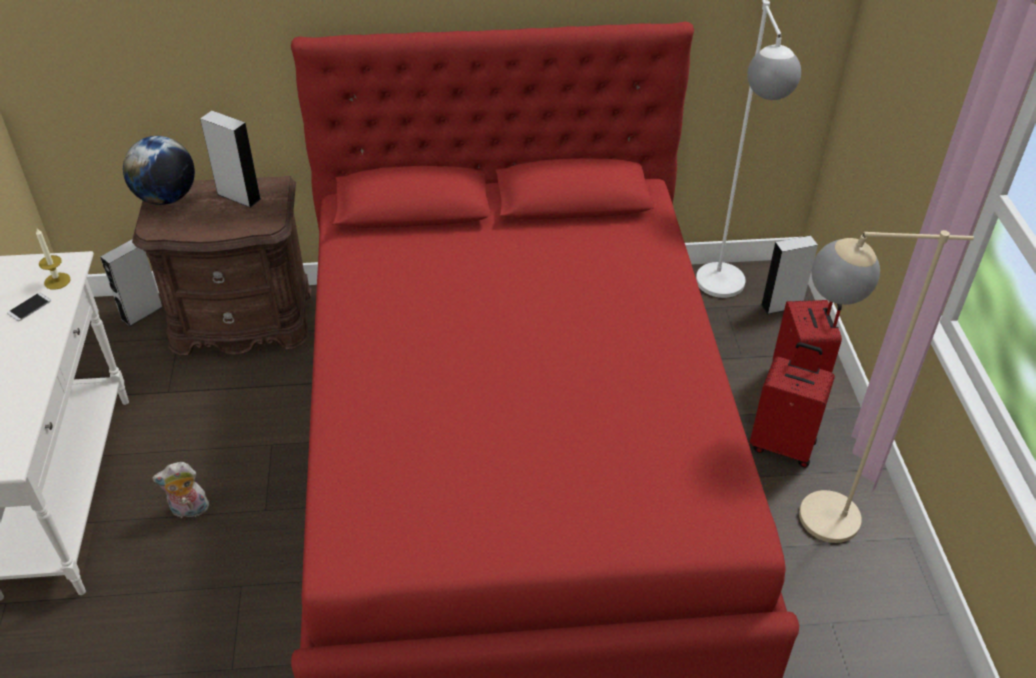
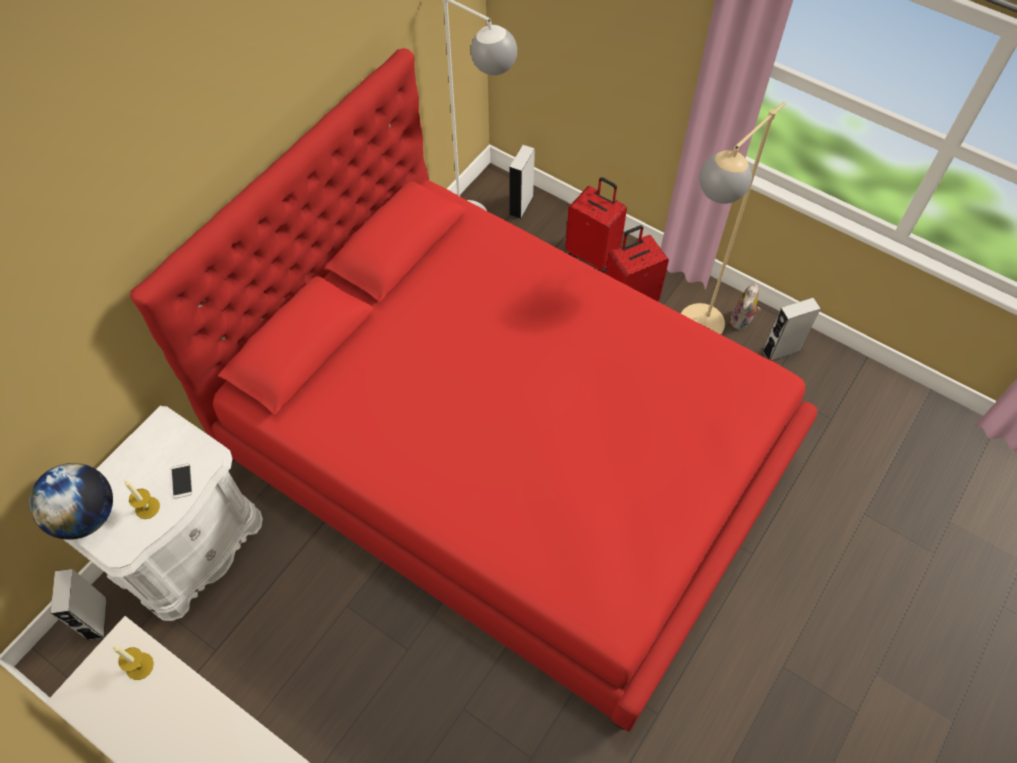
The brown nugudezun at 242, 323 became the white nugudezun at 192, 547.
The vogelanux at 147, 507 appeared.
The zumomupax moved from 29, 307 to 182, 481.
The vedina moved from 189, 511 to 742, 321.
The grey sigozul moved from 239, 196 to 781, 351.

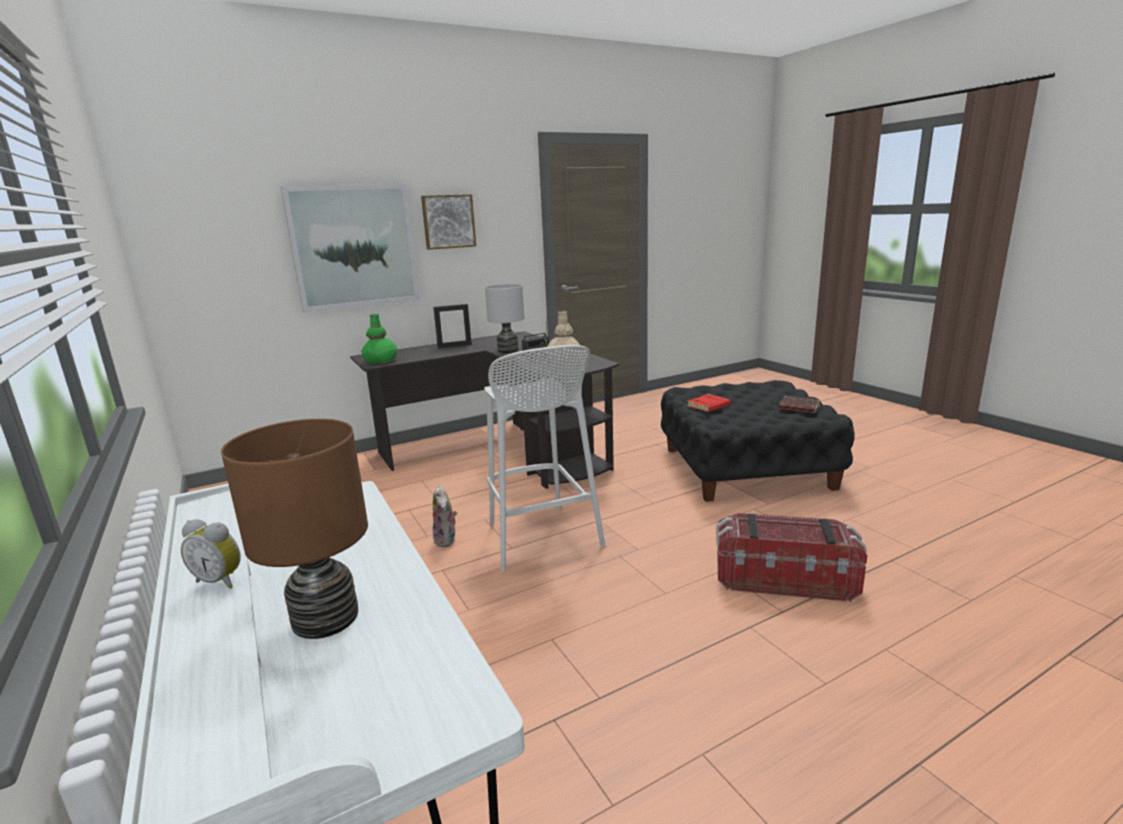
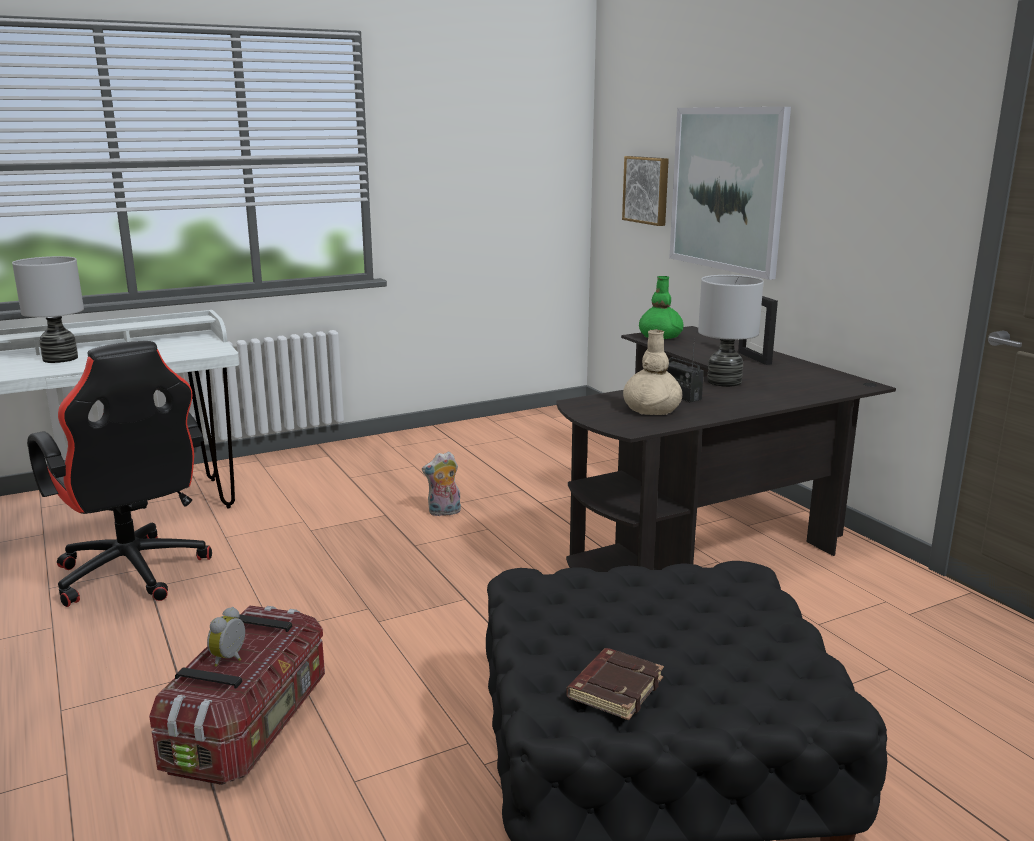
The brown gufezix at 325, 618 became the grey gufezix at 60, 359.
The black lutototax at 135, 578 appeared.
The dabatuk moved from 221, 580 to 231, 659.
The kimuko moved from 448, 221 to 647, 190.
The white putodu at 540, 538 disappeared.
The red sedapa at 708, 406 disappeared.

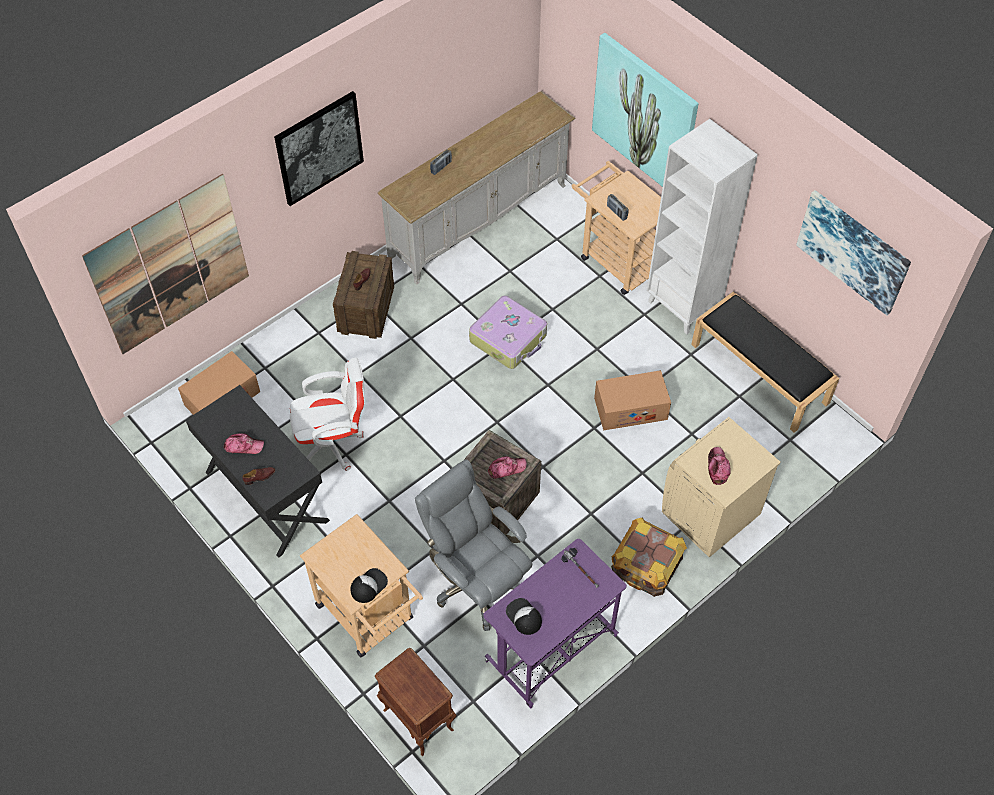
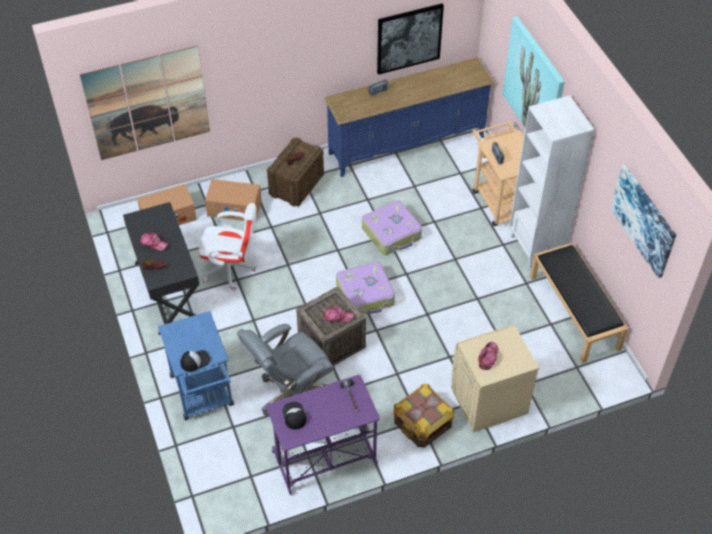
The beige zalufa at 370, 617 became the blue zalufa at 203, 395.
The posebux moved from 630, 408 to 234, 208.
The grey lutototax at 476, 582 turned 105 degrees counterclockwise.
The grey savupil at 479, 221 became the blue savupil at 407, 145.
The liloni at 365, 295 appeared.
The kimuko moved from 319, 148 to 409, 38.
The brown nugudezun at 418, 720 disappeared.

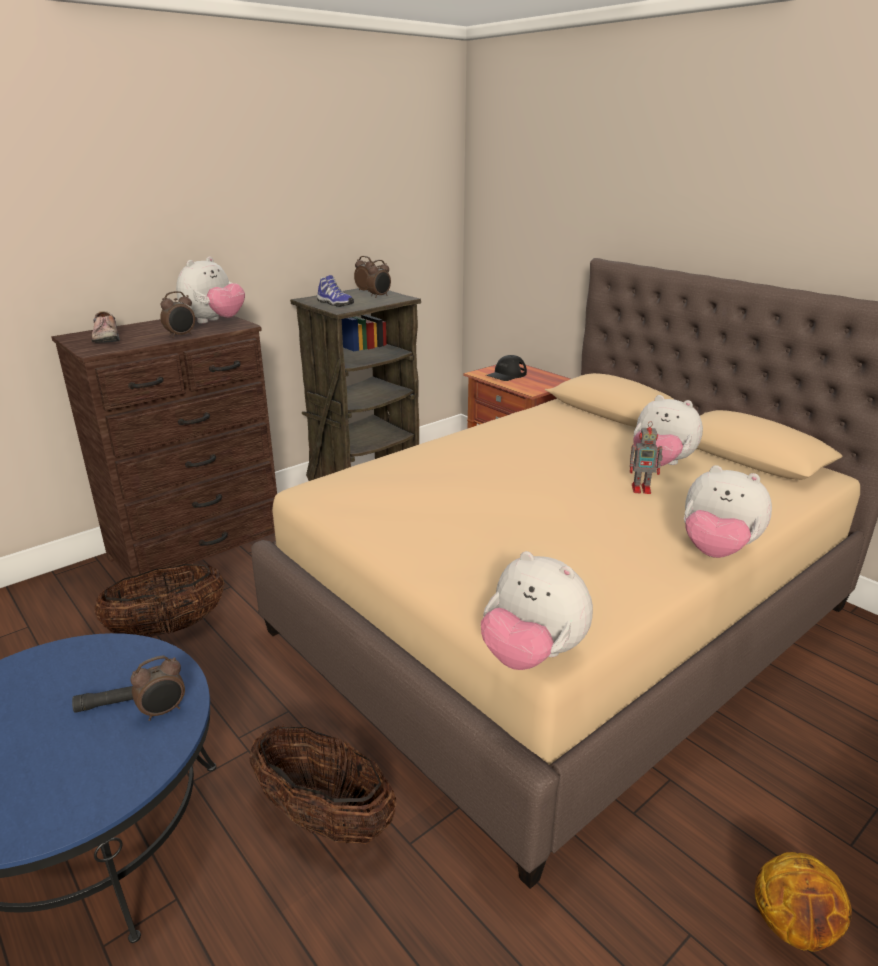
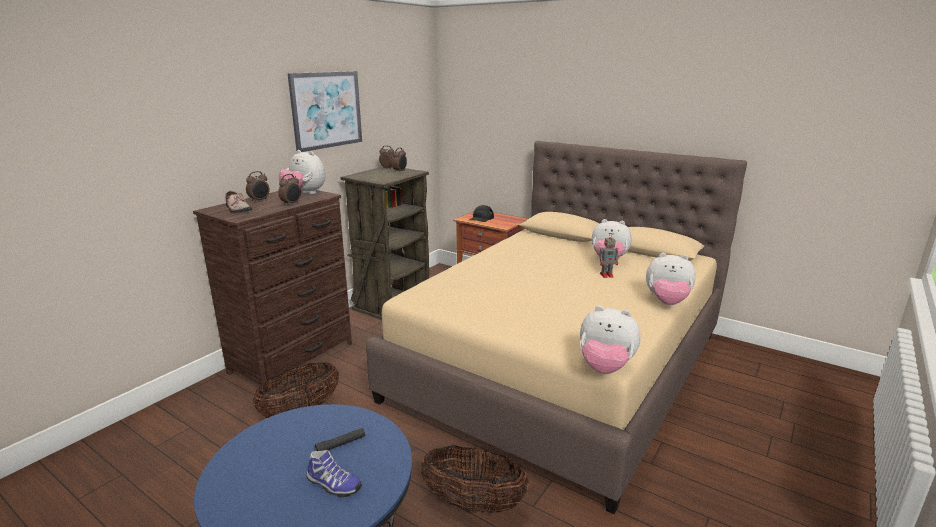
The dabatuk moved from 164, 711 to 259, 201.
The vedina at 214, 322 turned 105 degrees clockwise.
The kimuko at 326, 110 appeared.
The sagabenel moved from 334, 304 to 333, 485.
The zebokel at 794, 927 disappeared.

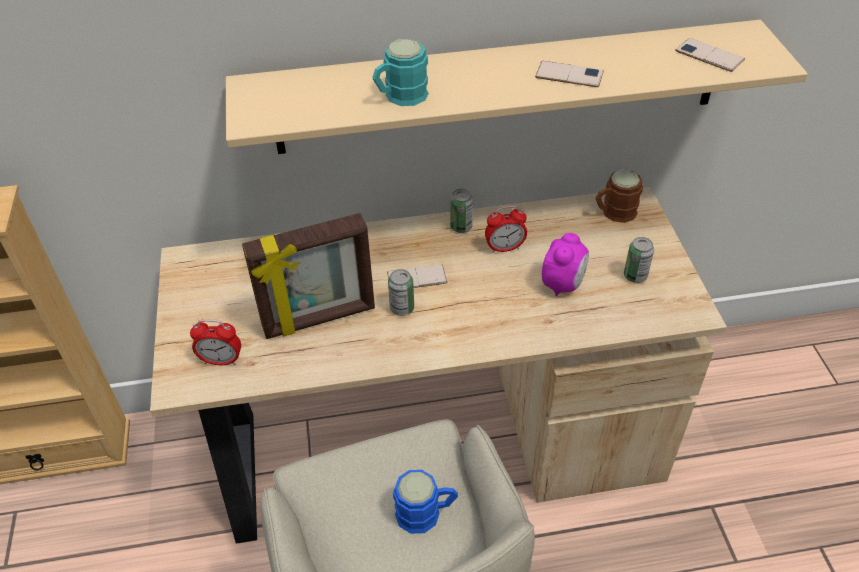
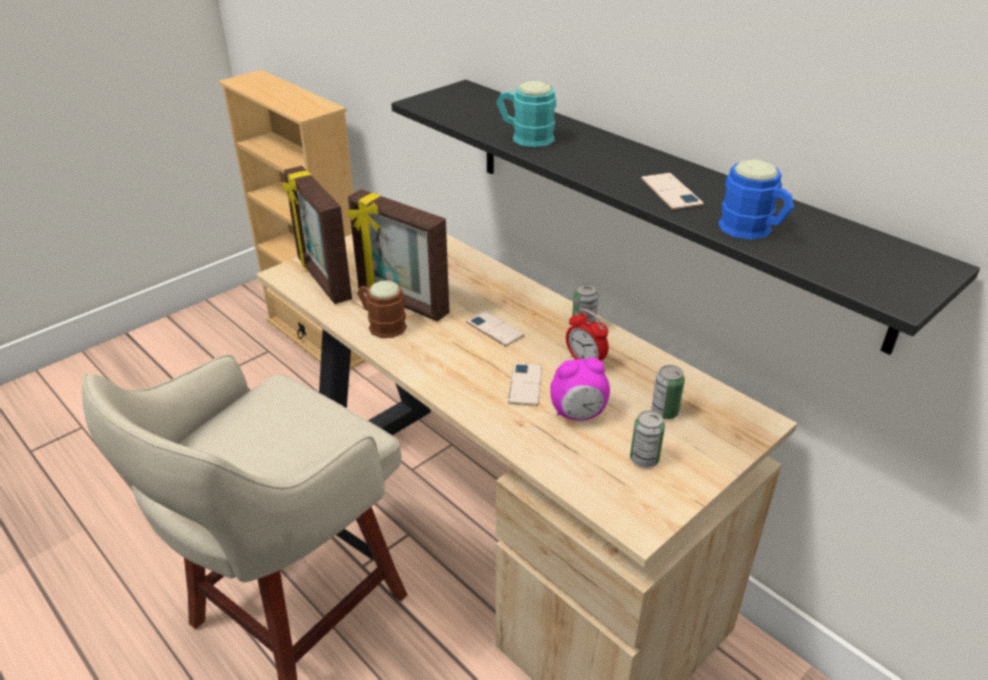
The dabatuk at 221, 360 was replaced by the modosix at 322, 280.
The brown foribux moved from 613, 213 to 381, 324.
The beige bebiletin at 500, 88 became the black bebiletin at 661, 201.
The zumomupax moved from 709, 55 to 525, 384.
The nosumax moved from 402, 308 to 664, 412.
The blue foribux moved from 426, 513 to 753, 230.

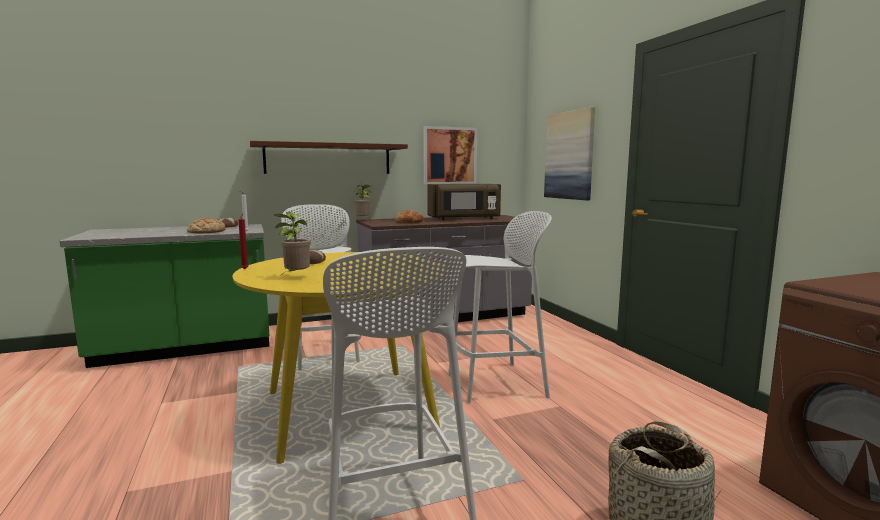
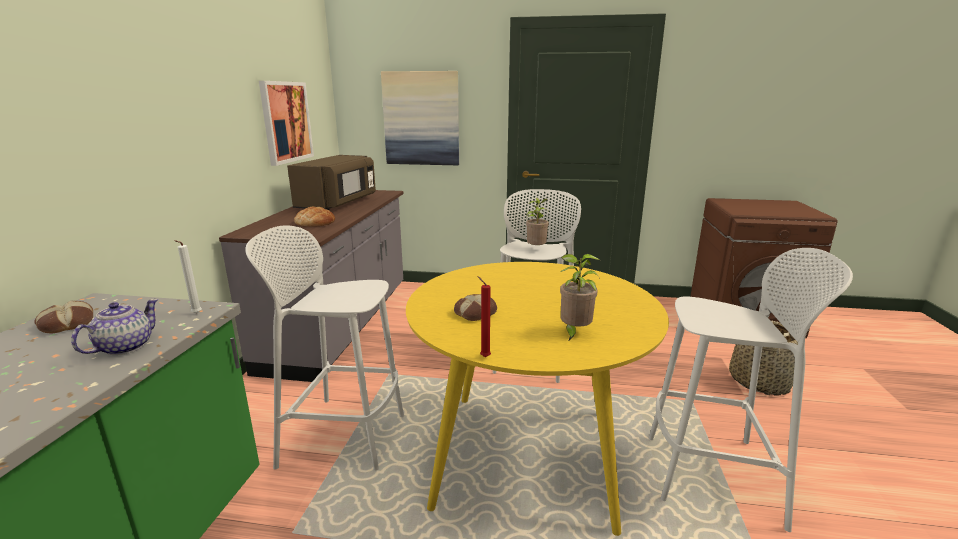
The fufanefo at 206, 232 was replaced by the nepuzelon at 124, 347.
The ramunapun moved from 363, 220 to 536, 249.
The brown bebiletin at 328, 159 disappeared.

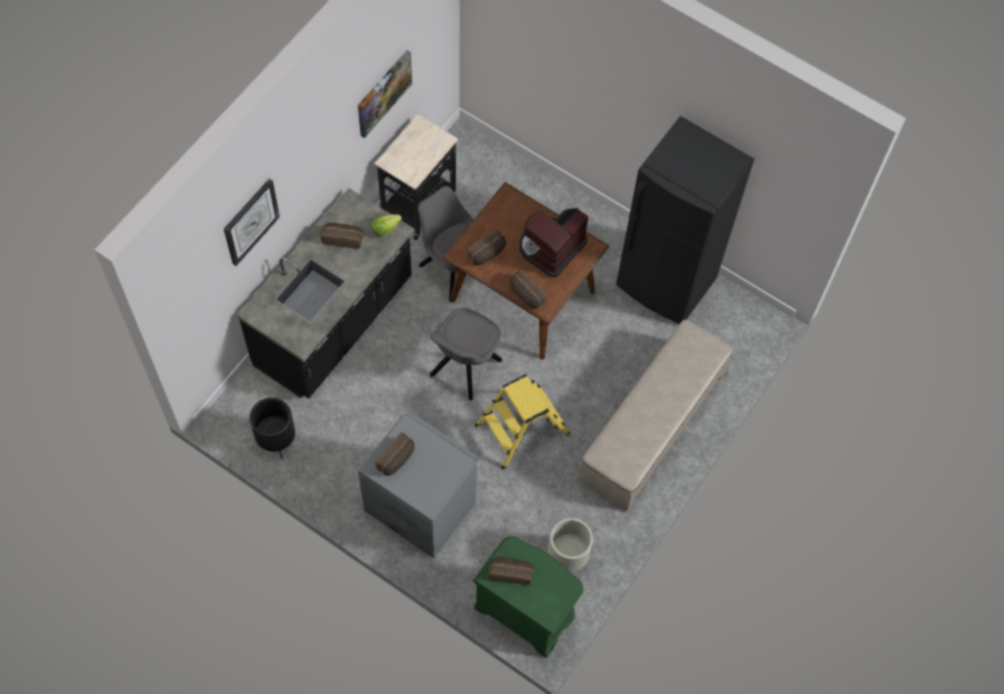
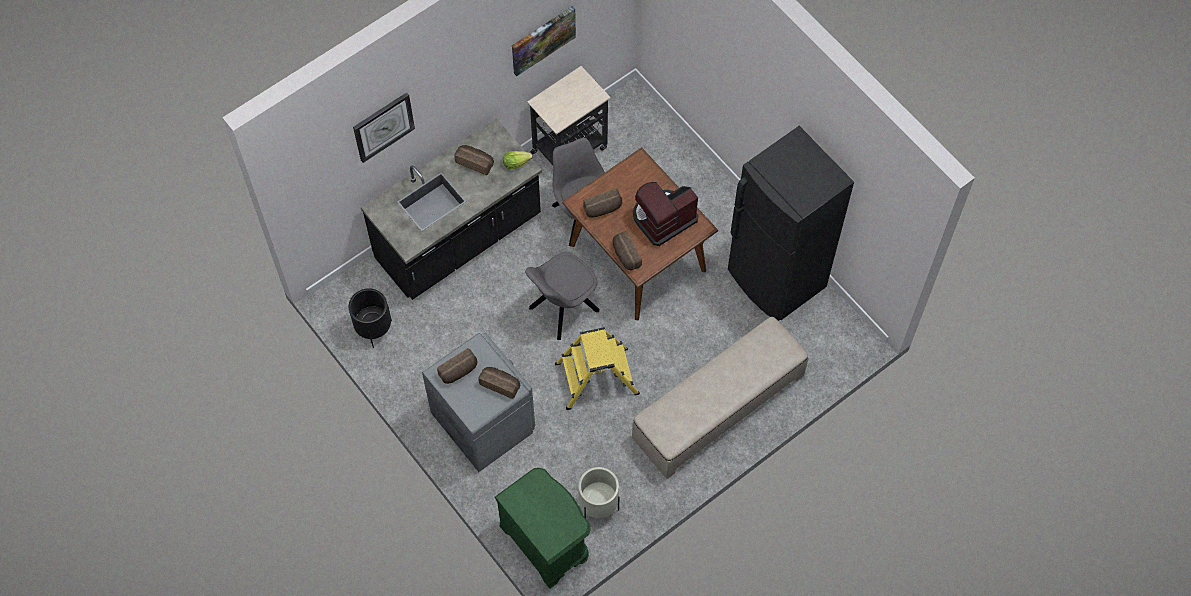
The fufanefo moved from 510, 572 to 500, 384.

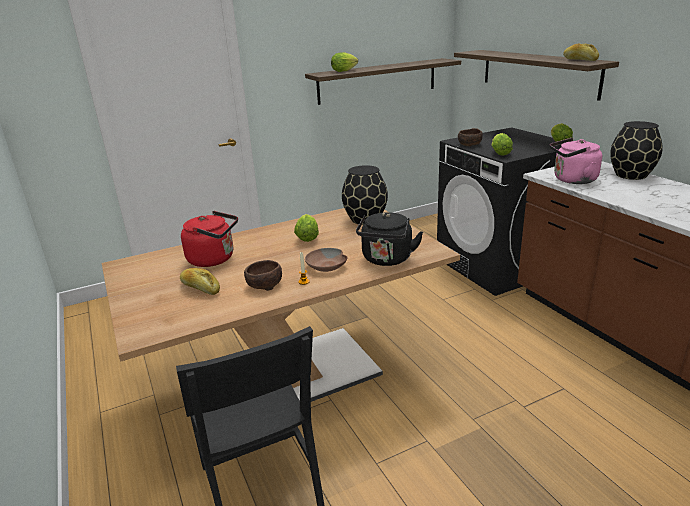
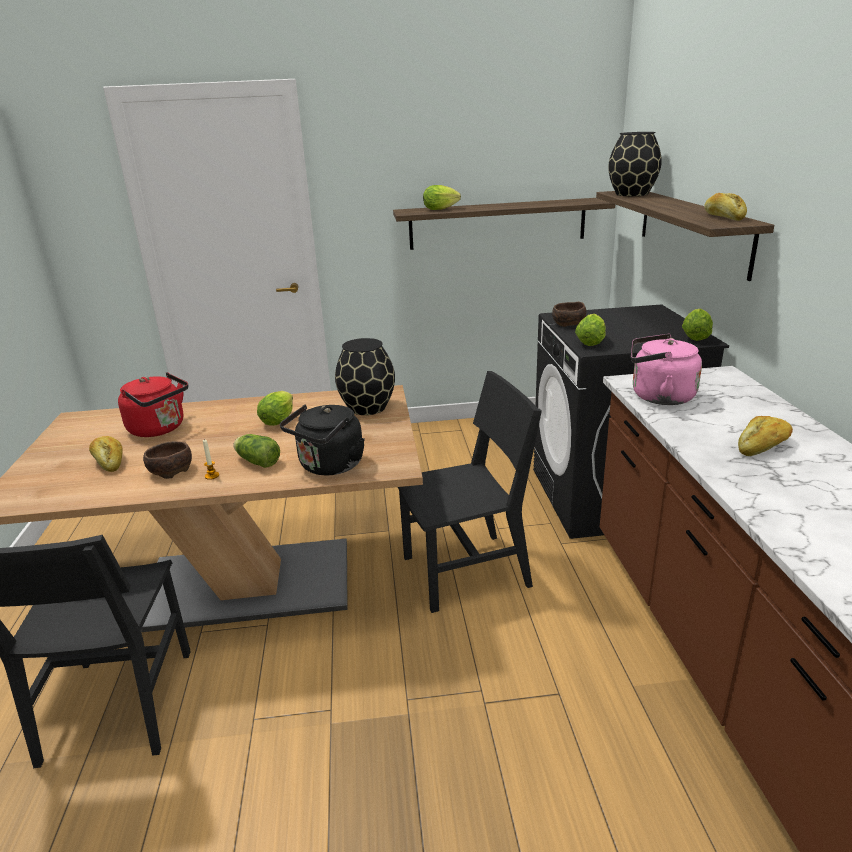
The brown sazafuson at 326, 266 was replaced by the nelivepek at 256, 461.
The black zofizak at 466, 571 appeared.
The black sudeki moved from 630, 175 to 632, 194.
The fufanefo at 763, 446 appeared.

